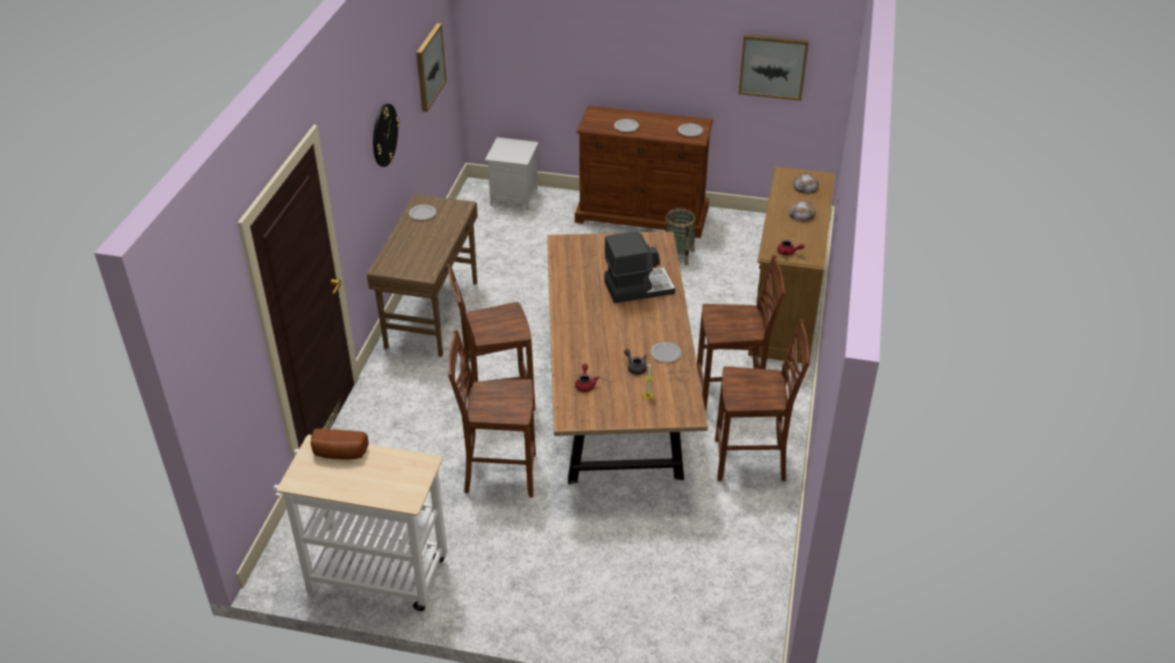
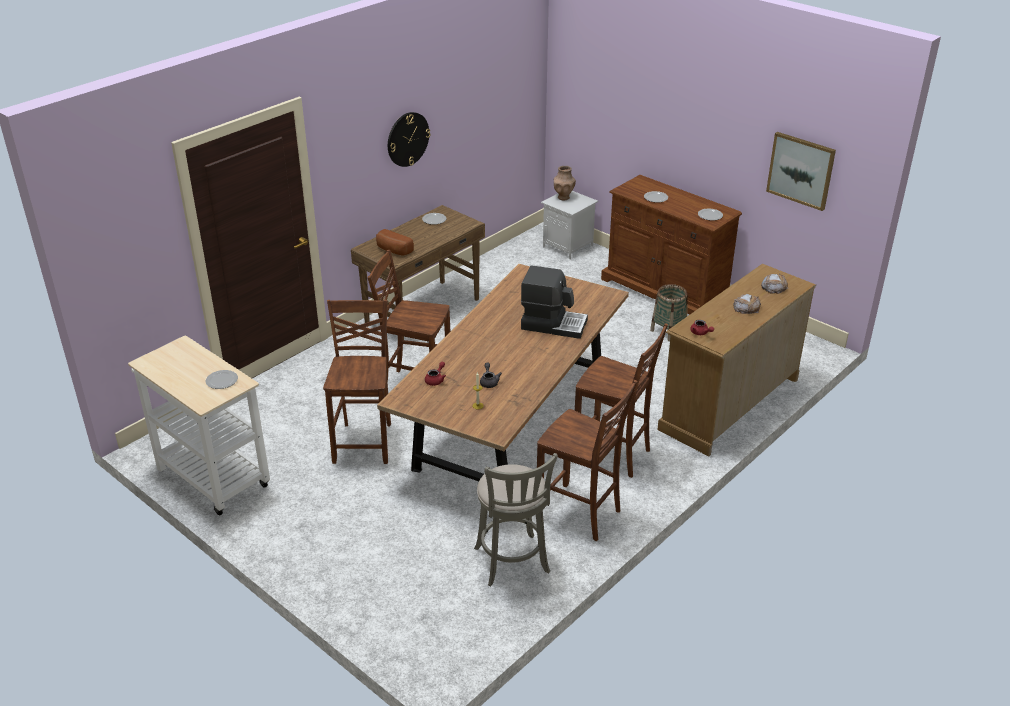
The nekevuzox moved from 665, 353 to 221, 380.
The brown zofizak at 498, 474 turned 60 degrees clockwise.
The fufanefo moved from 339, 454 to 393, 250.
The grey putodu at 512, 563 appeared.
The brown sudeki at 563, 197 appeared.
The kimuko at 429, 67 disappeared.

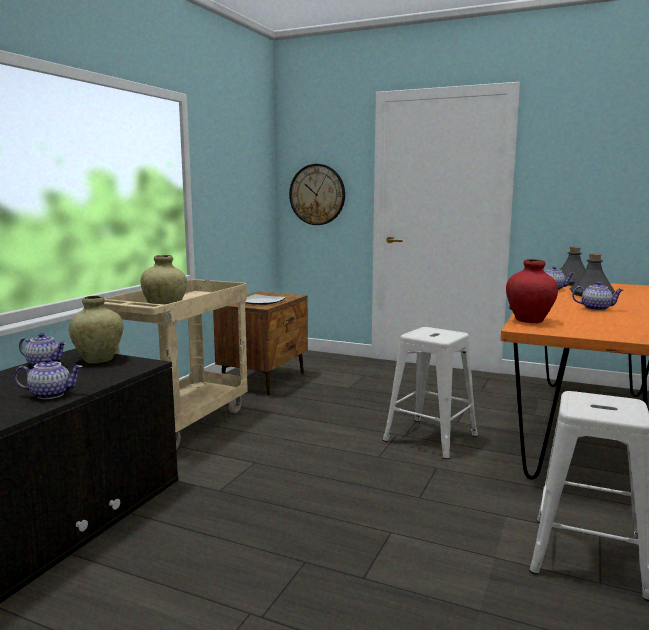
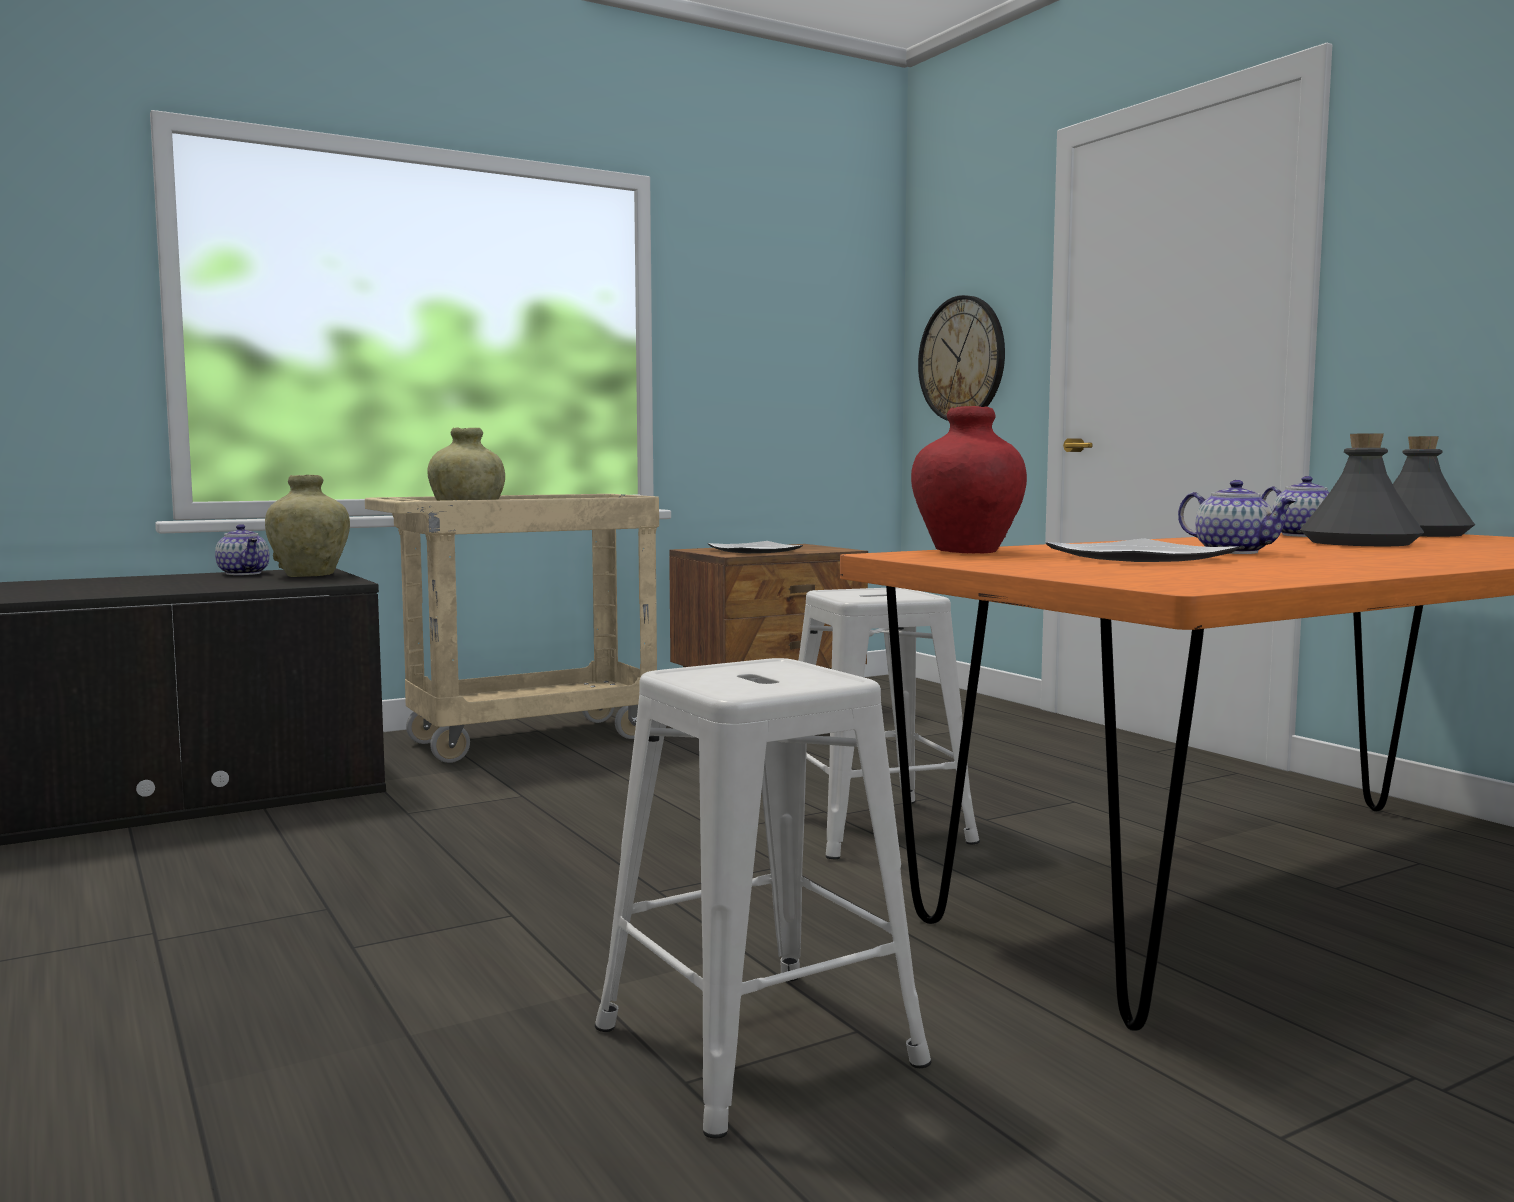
The nekevuzox at 1139, 557 appeared.
The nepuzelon at 51, 394 disappeared.

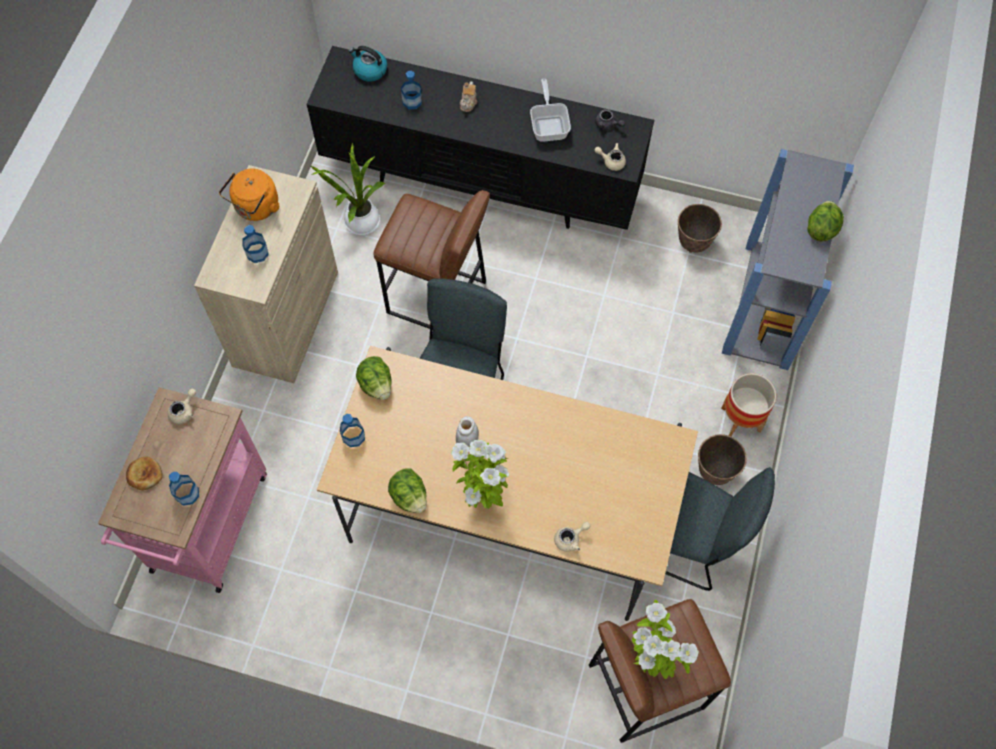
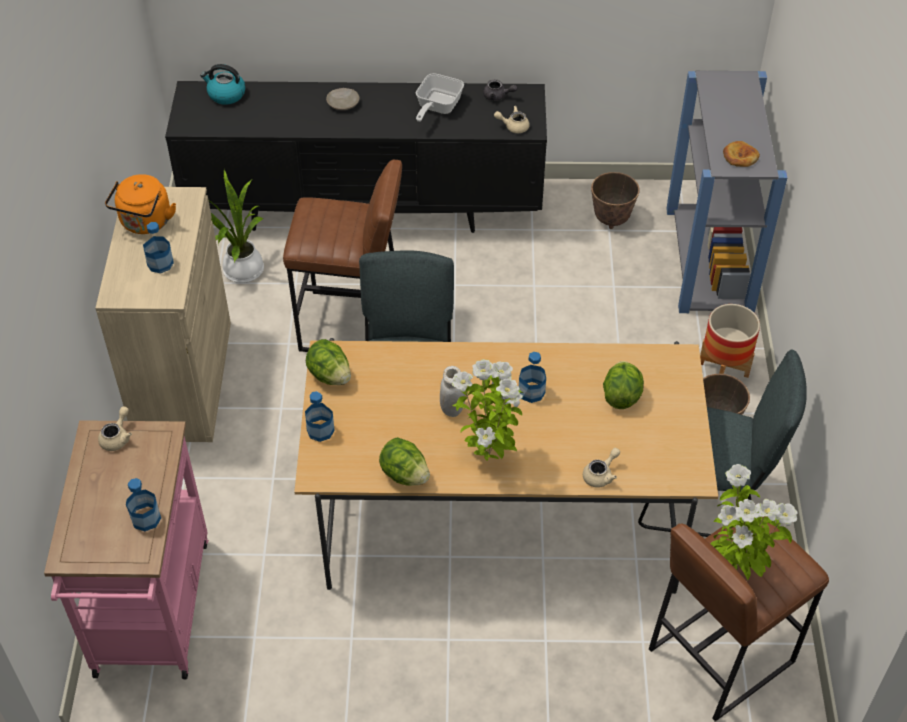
The nepuzelon at 468, 102 was replaced by the beige nekevuzox at 343, 103.
The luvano at 549, 125 turned 135 degrees counterclockwise.
The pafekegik moved from 412, 101 to 531, 392.
The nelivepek moved from 821, 229 to 621, 395.
The fufanefo moved from 144, 474 to 740, 156.

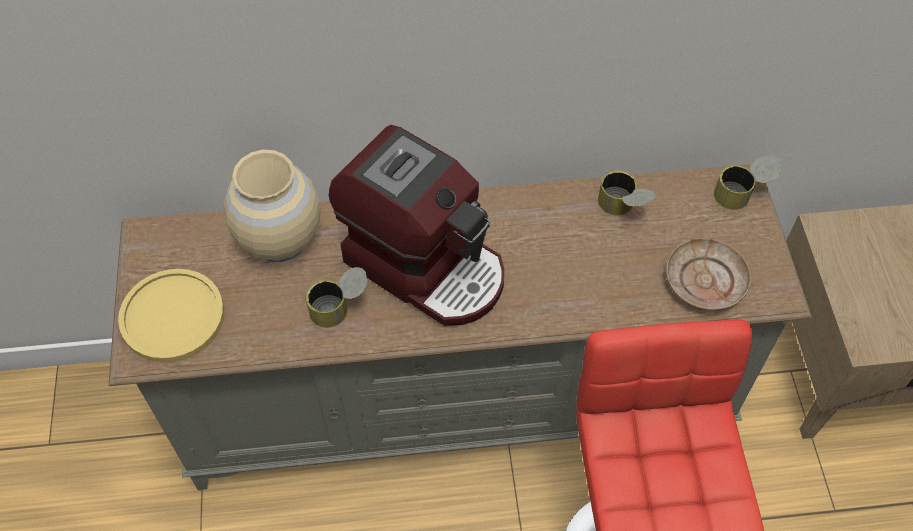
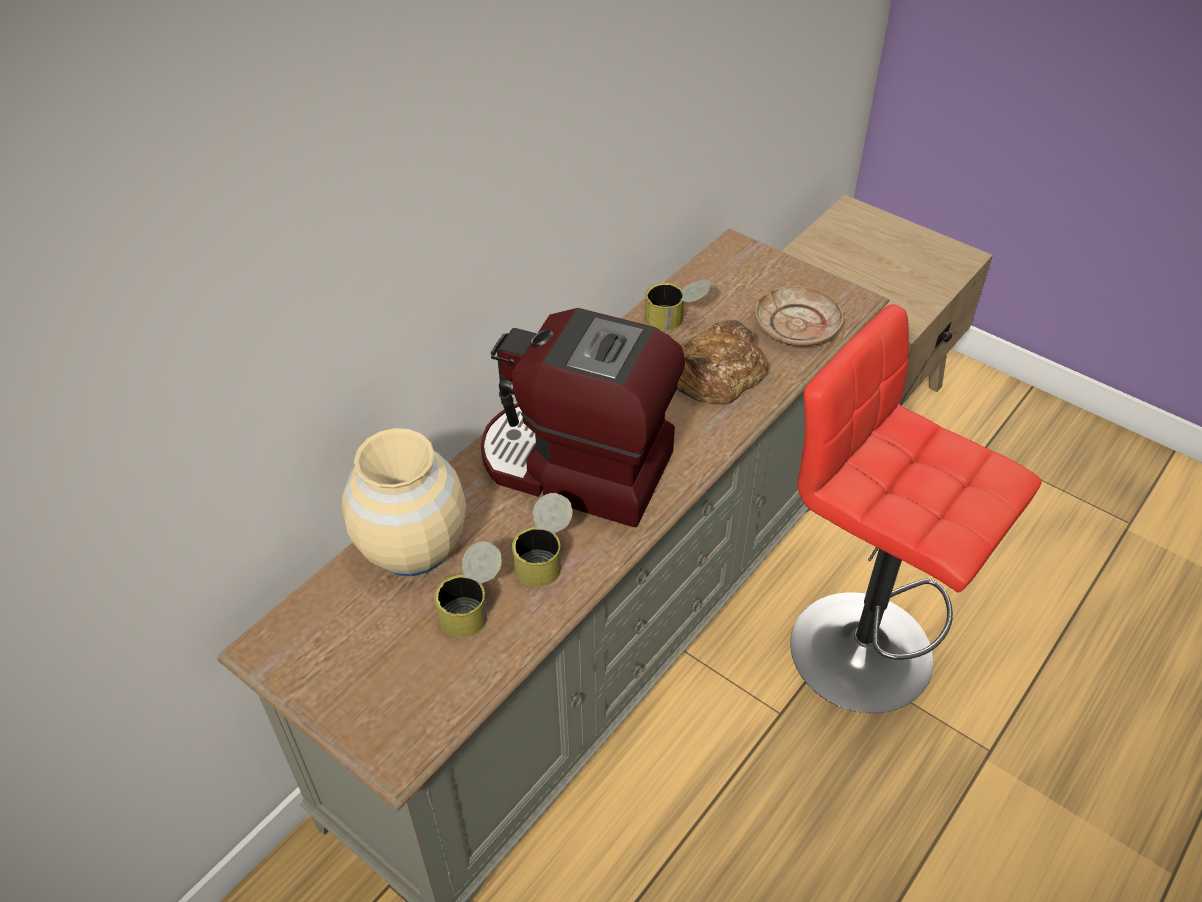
The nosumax moved from 742, 194 to 473, 606.
The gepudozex at 427, 265 turned 150 degrees counterclockwise.
The fufanefo at 716, 372 appeared.
The yellow nekevuzox at 172, 316 disappeared.

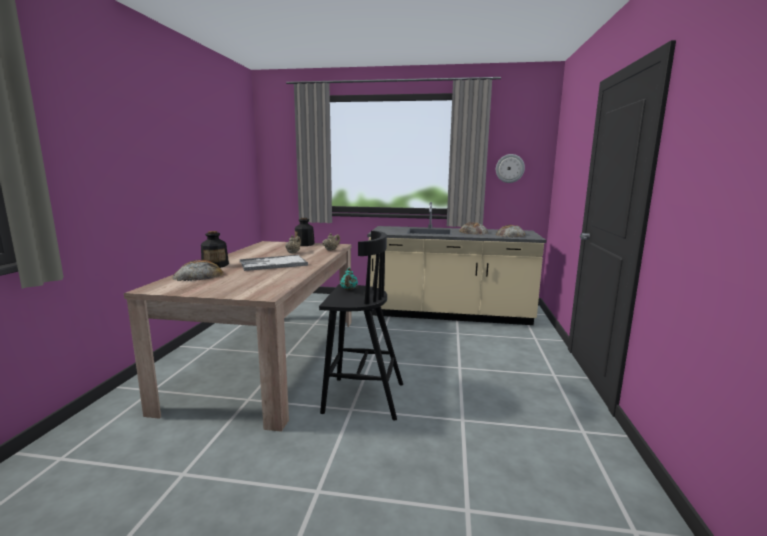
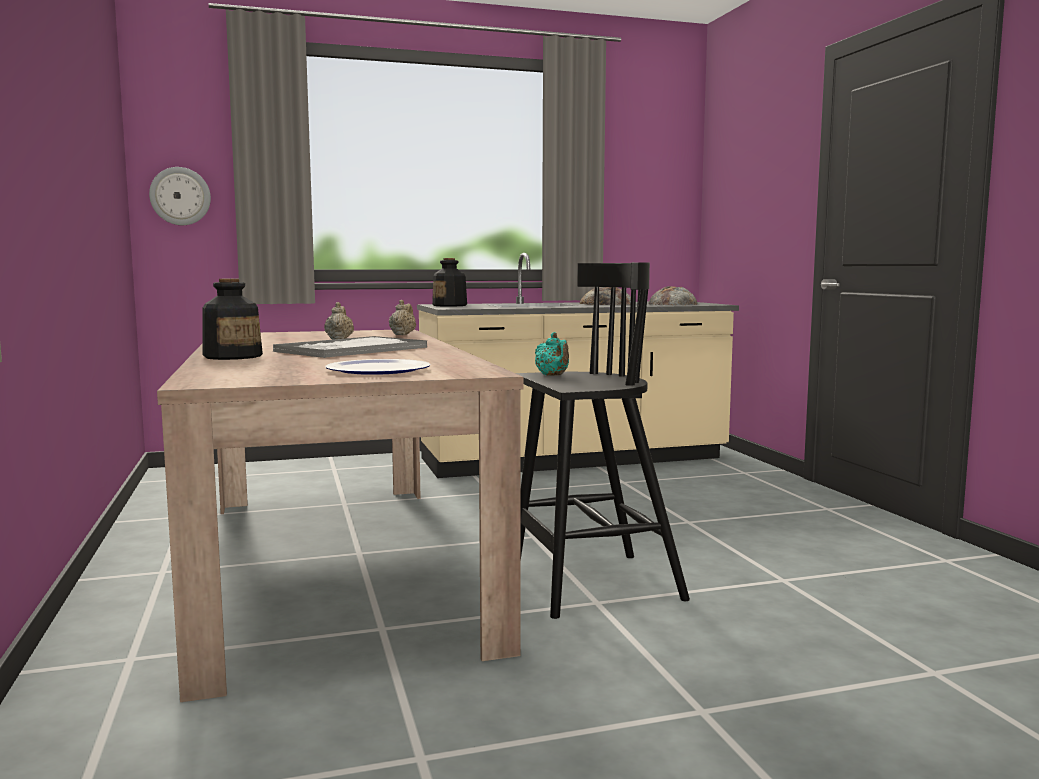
The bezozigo moved from 509, 168 to 180, 196.
The nekevuzox at 378, 370 appeared.
The pafekegik moved from 304, 244 to 450, 305.
The fufanefo at 198, 275 disappeared.

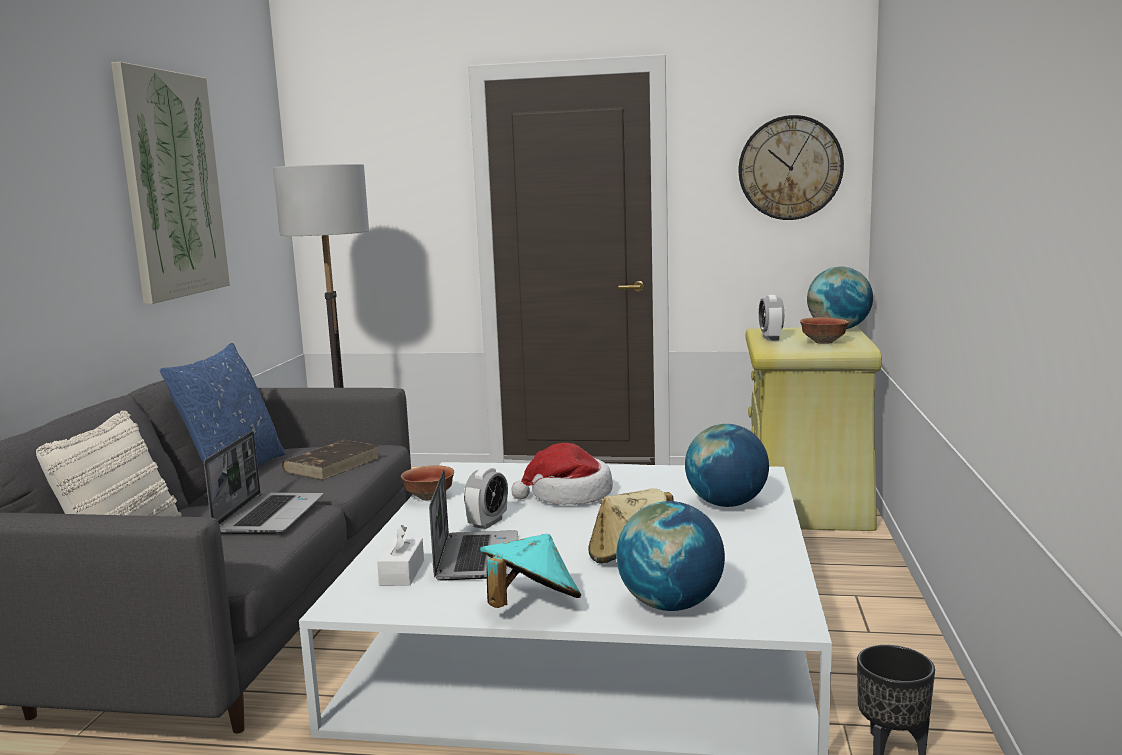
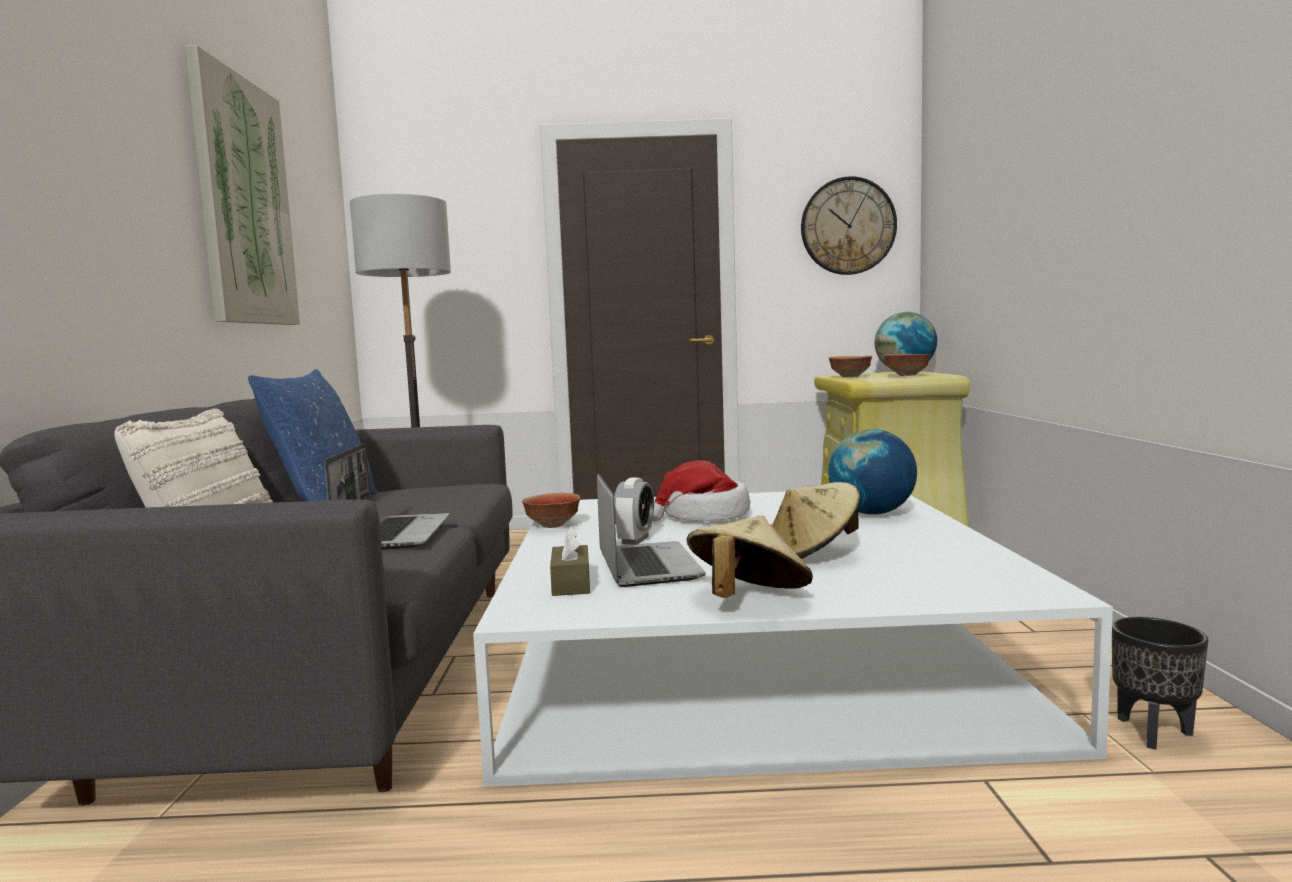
The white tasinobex at 402, 572 became the brown tasinobex at 571, 584.
The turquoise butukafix at 531, 605 became the beige butukafix at 747, 600.
The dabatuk at 771, 338 was replaced by the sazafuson at 851, 377.
The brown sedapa at 333, 464 disappeared.
The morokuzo at 670, 605 disappeared.

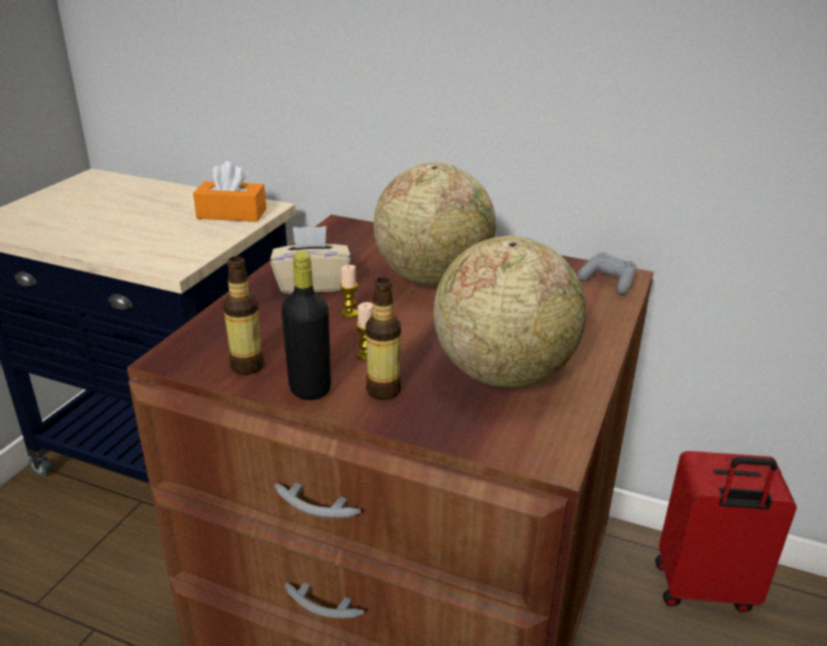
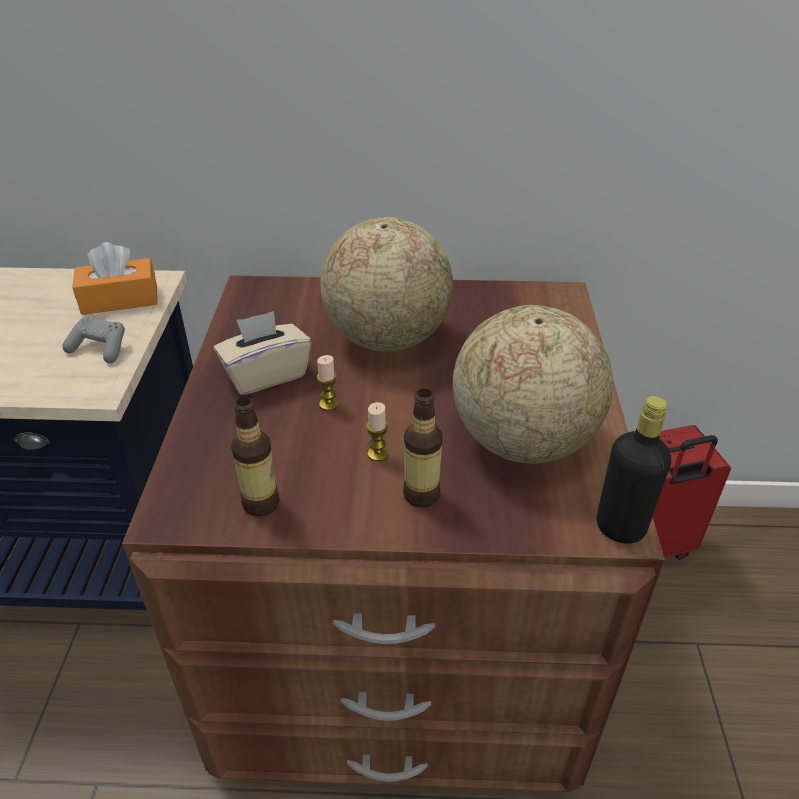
The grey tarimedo moved from 608, 282 to 100, 348.
The black pafekegik moved from 310, 389 to 620, 527.

